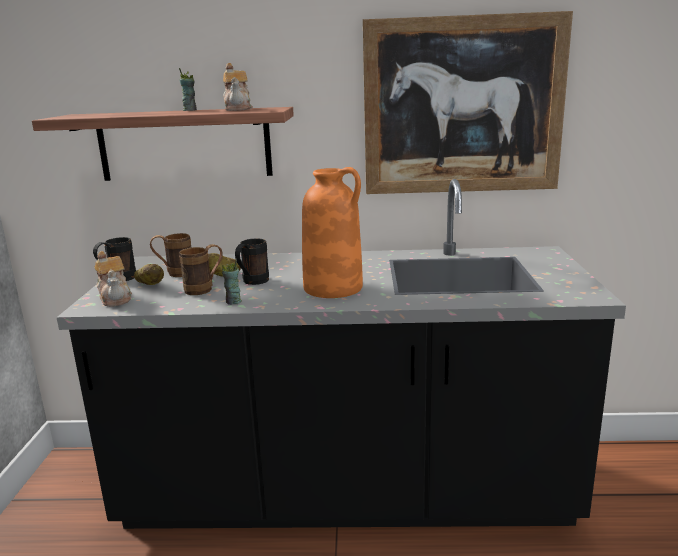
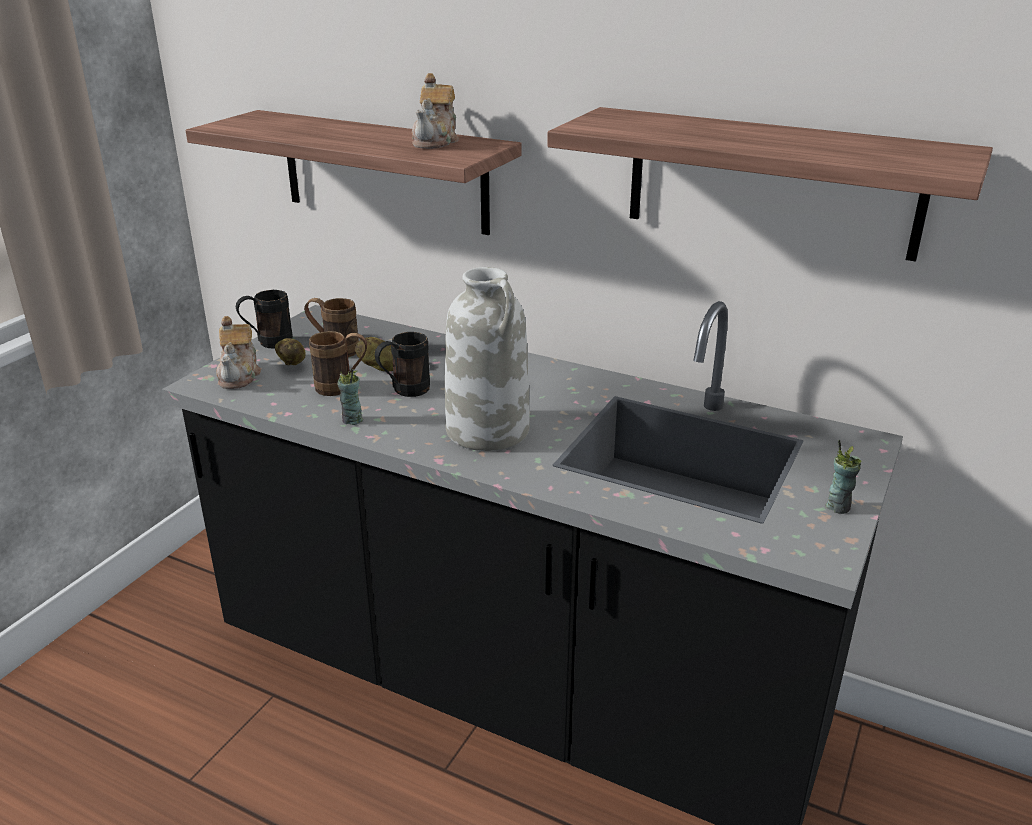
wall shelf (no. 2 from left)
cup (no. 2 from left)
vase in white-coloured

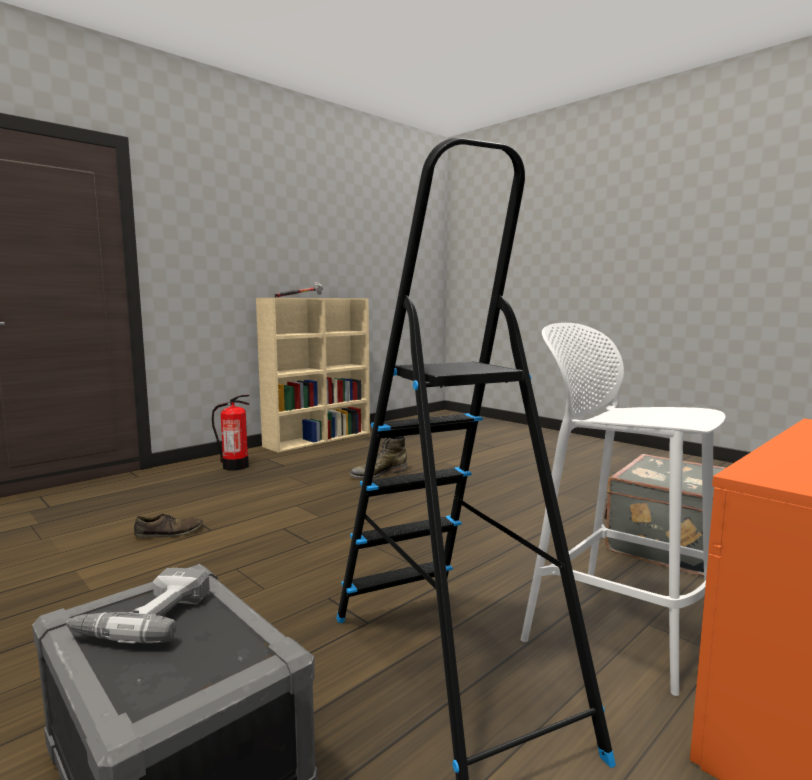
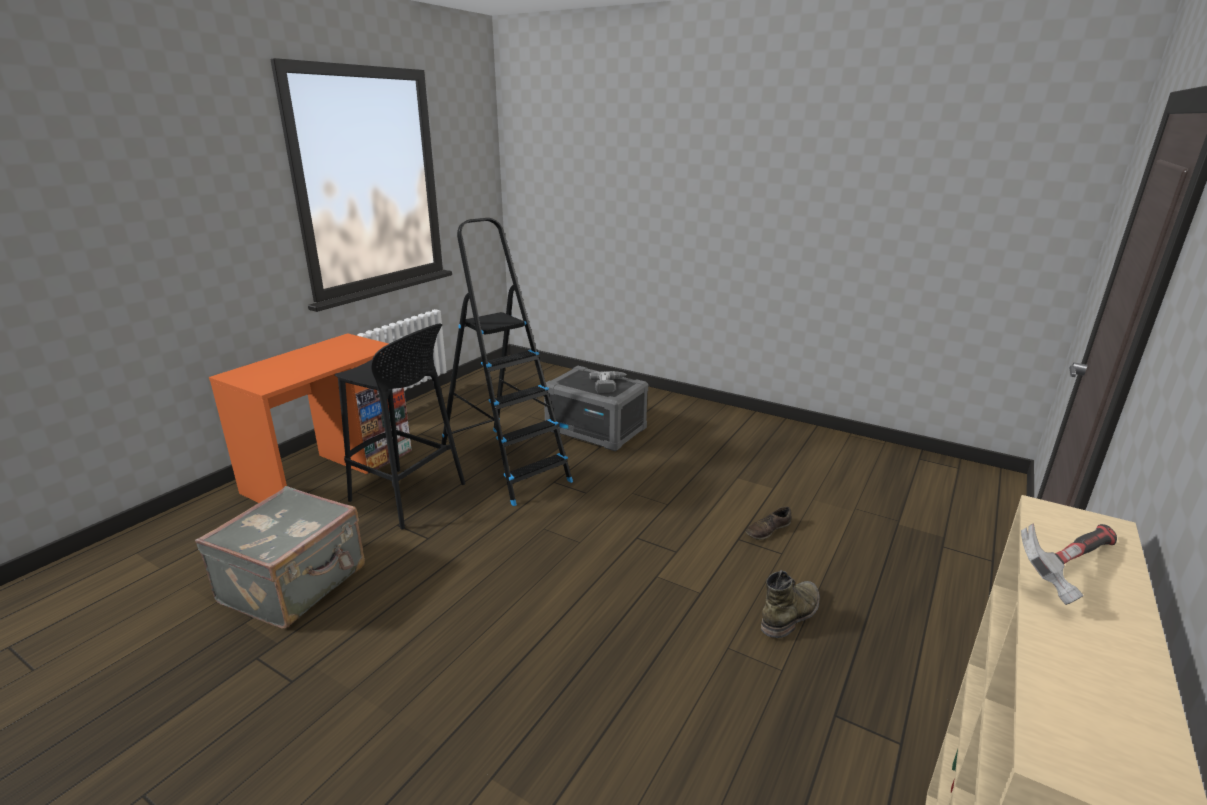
stool in black-coloured
fire-fighting cylinder
high-top boot in green-coloured

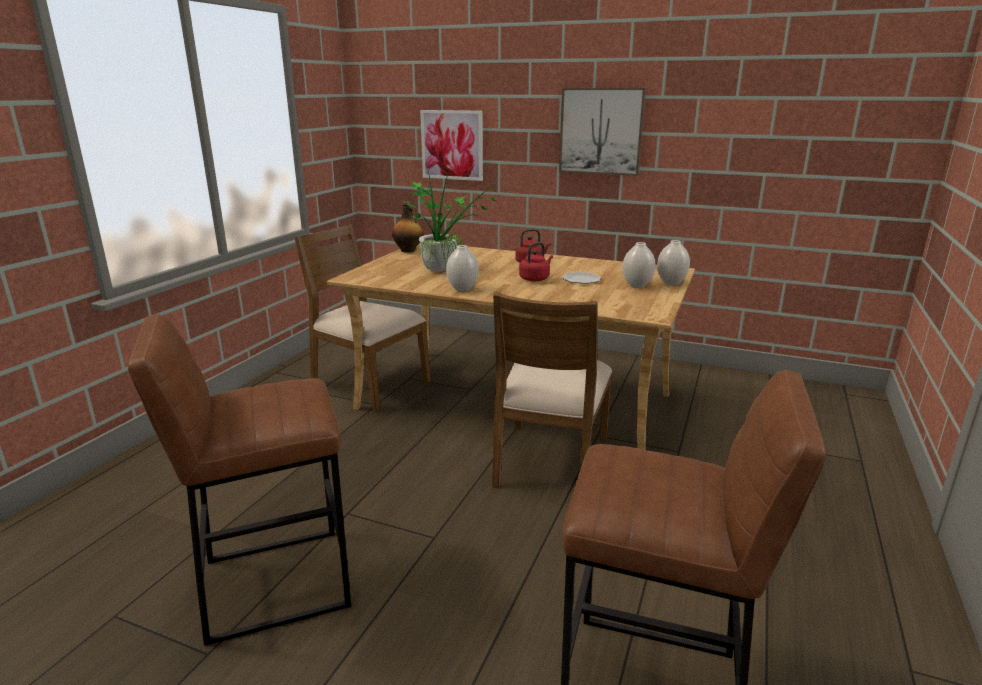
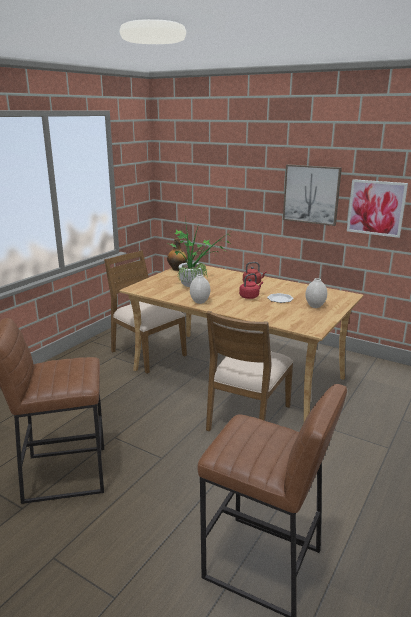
wall art (no. 2 from left)
vase in white-coloured (no. 3 from left in the first image)

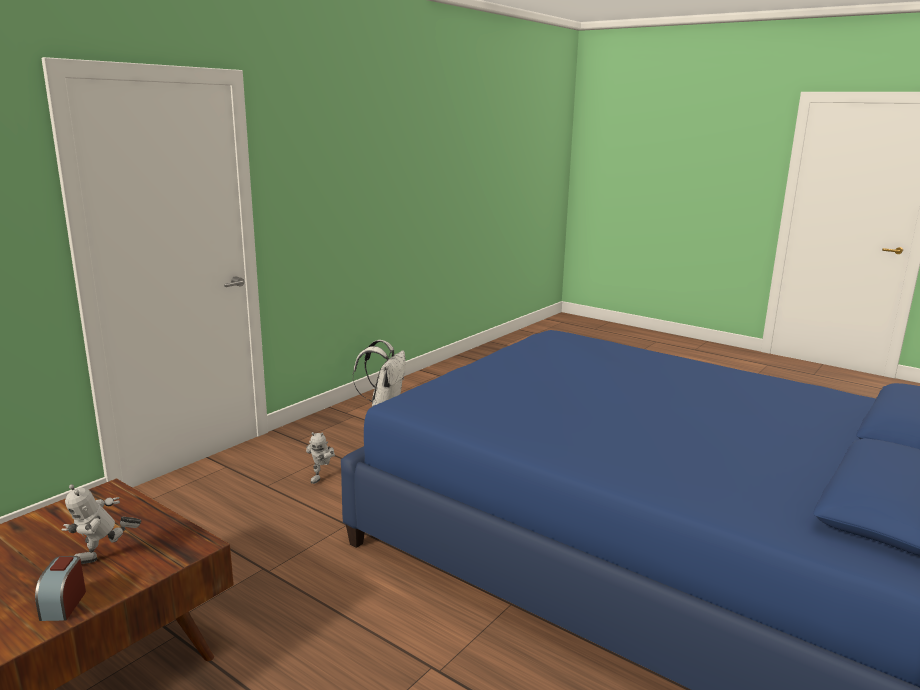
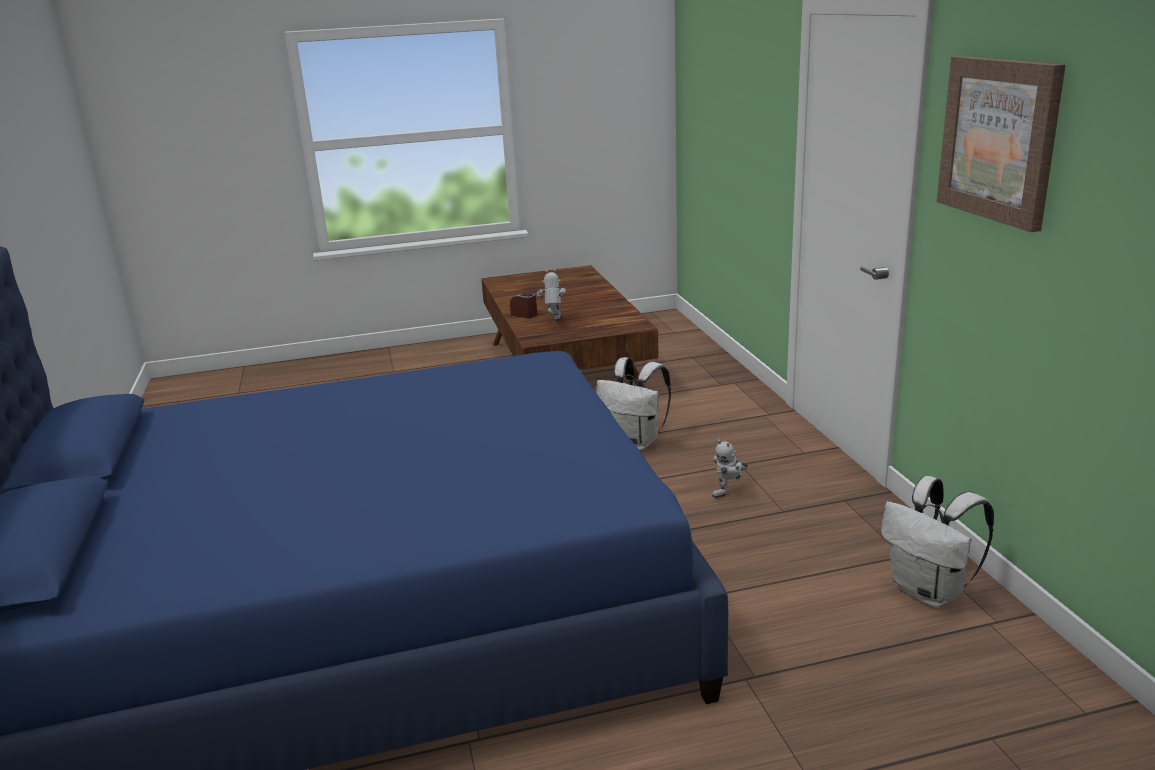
model robot (no. 2 from left)
wall art
rucksack in white-coloured (no. 1 from left)

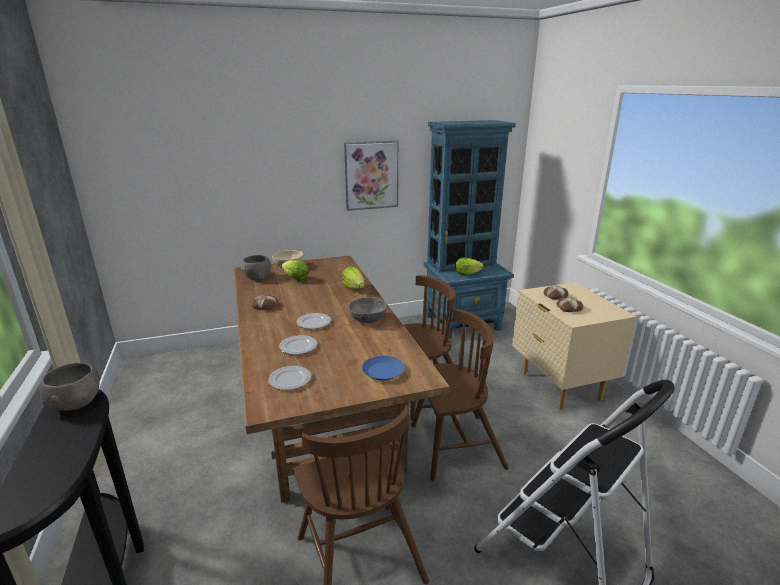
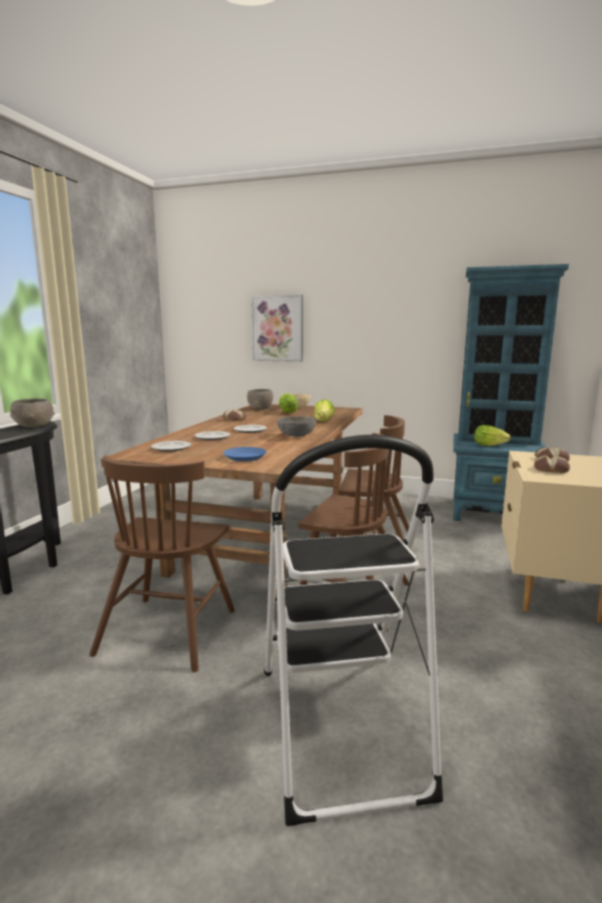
wall art

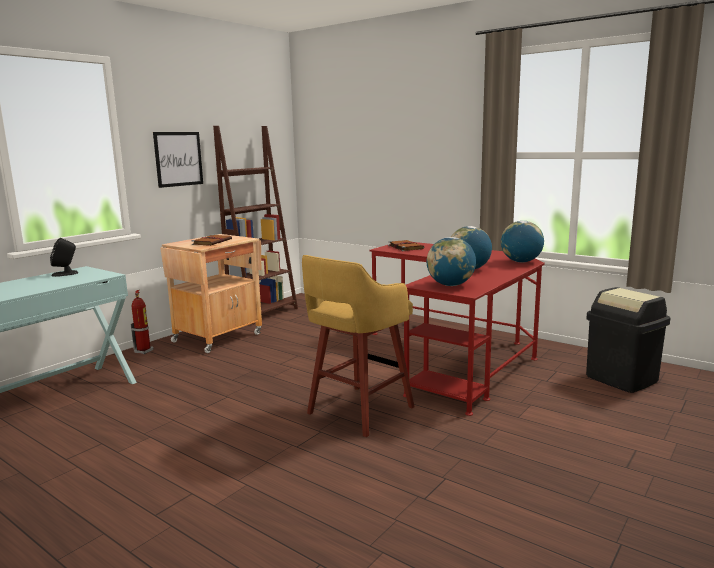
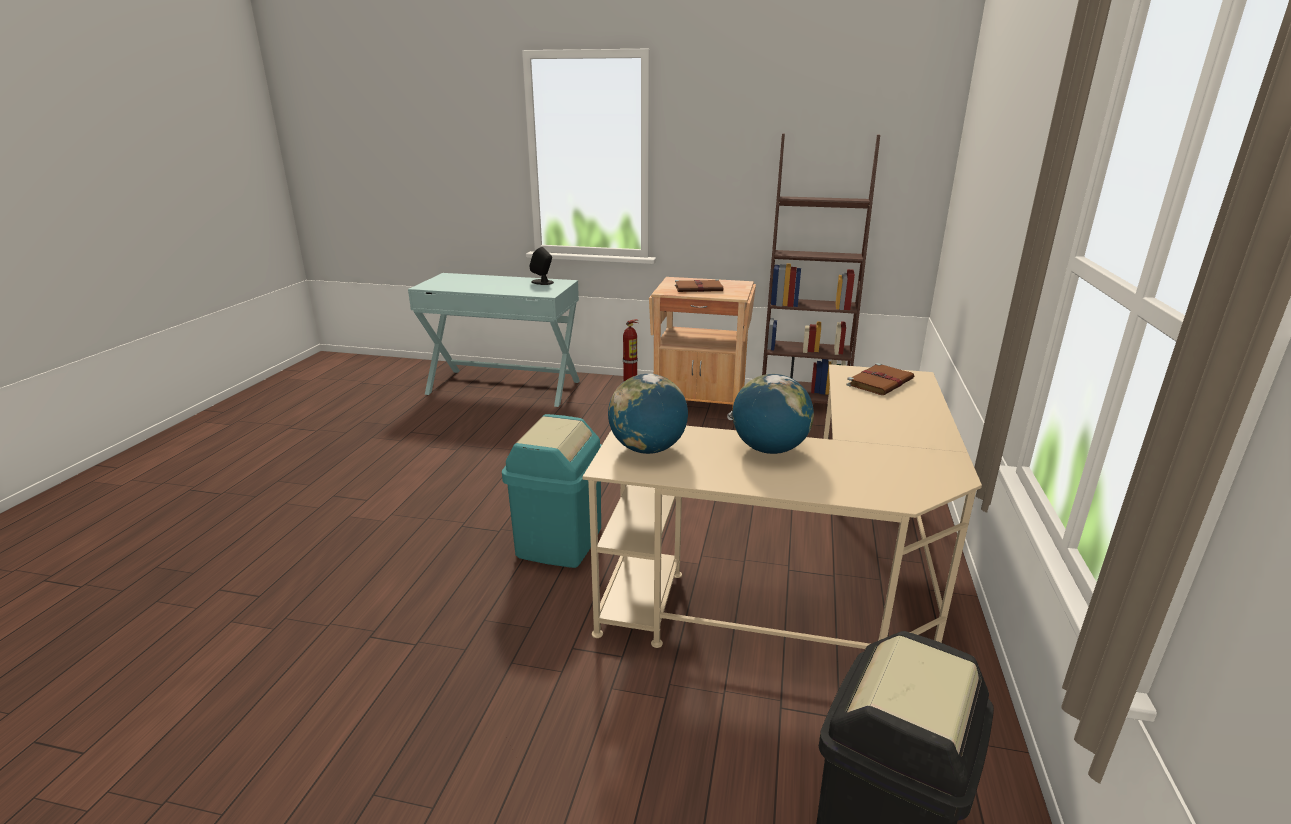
wall art
globe (no. 3 from left in the first image)
desk table in beige-coloured
trash can in blue-green

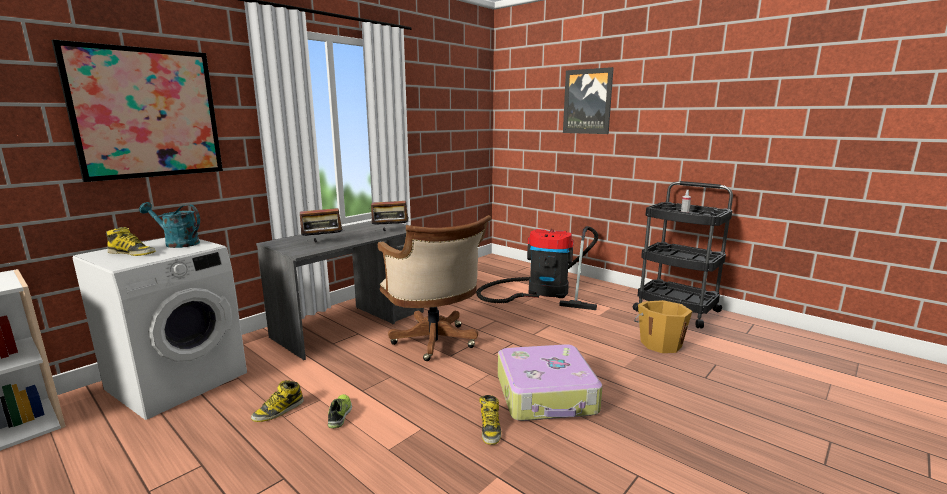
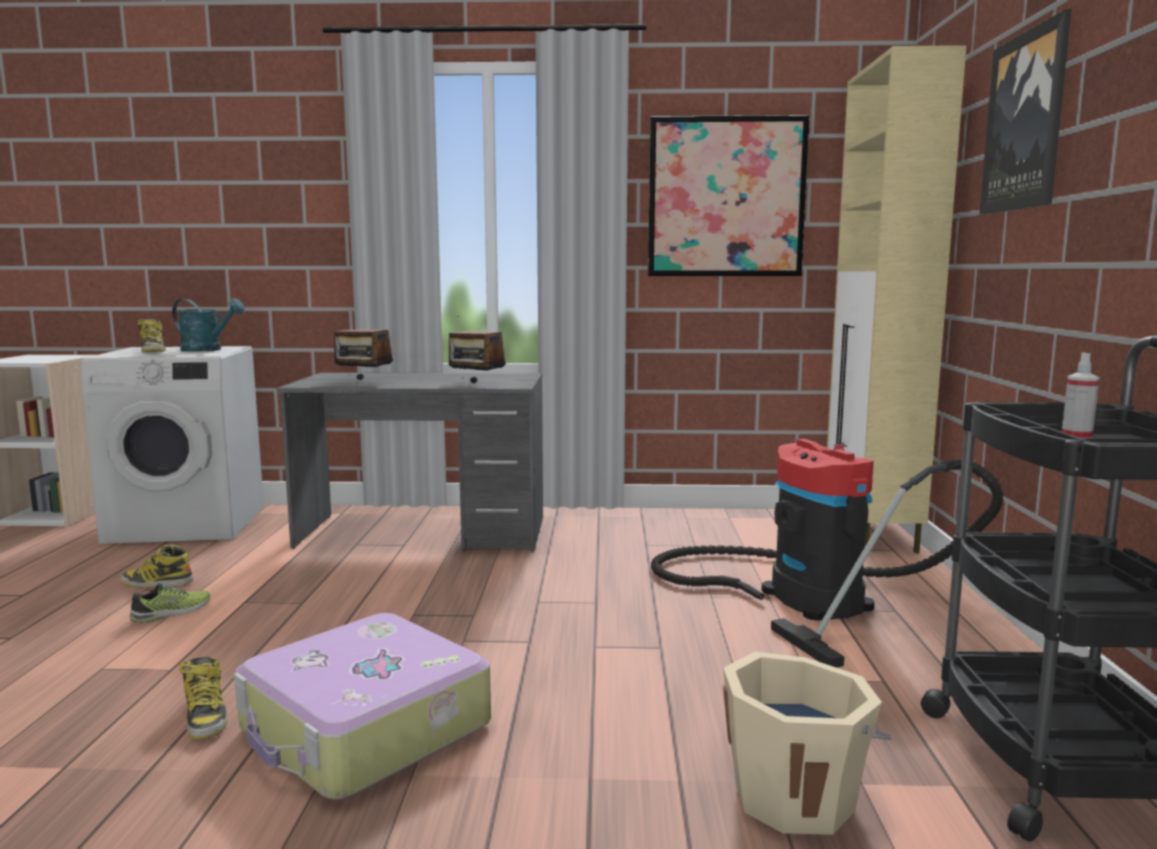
wall art (no. 1 from left)
watering can in blue-green
desk chair
bucket in beige-coloured
high-top boot (no. 3 from left)
storage cabinet in beige-coloured

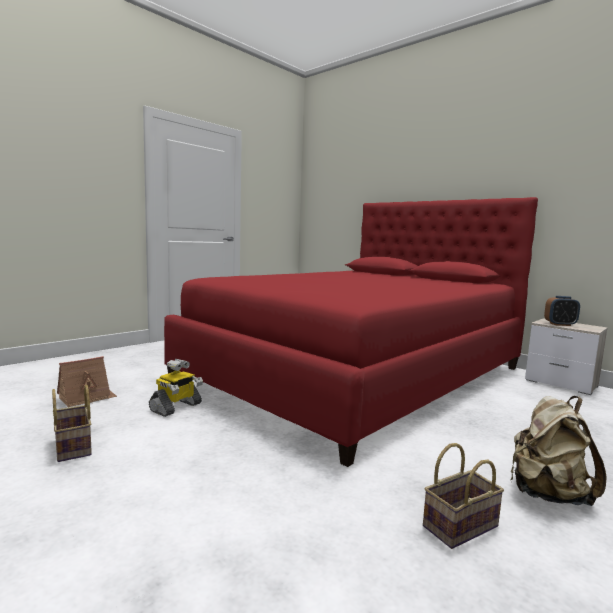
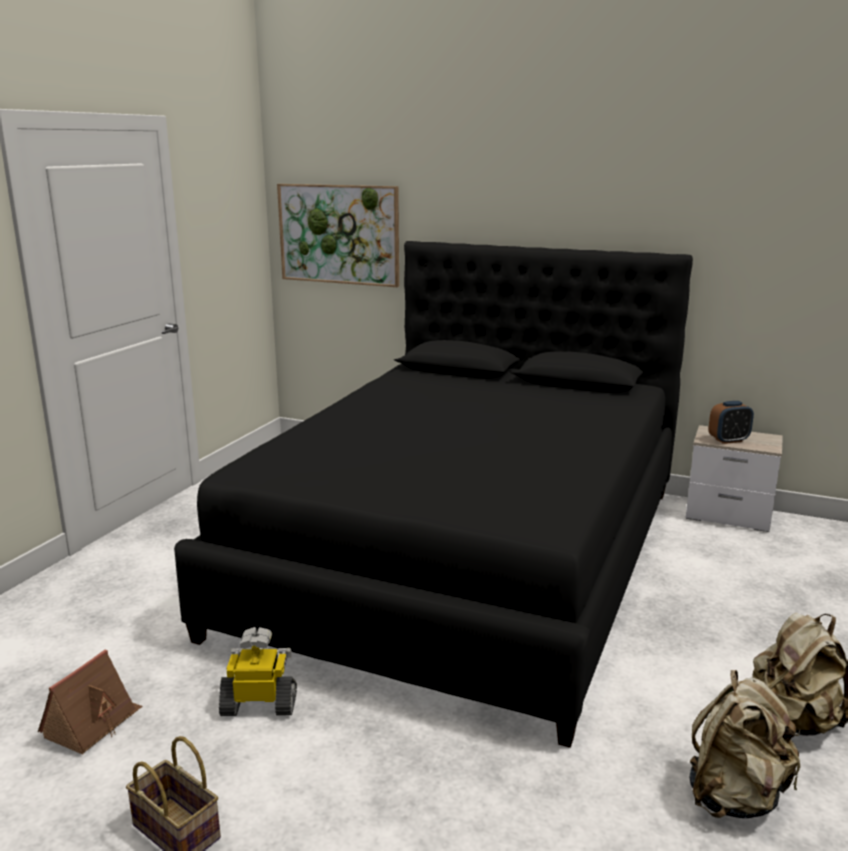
bedroom bed in black-coloured
model robot
rucksack in beige-coloured (no. 1 from left)
wall art

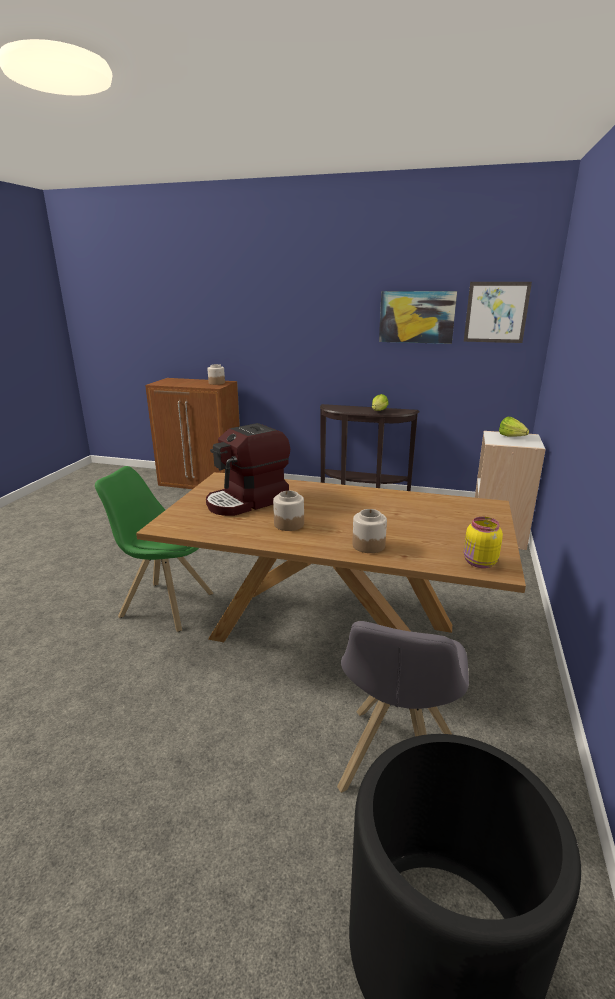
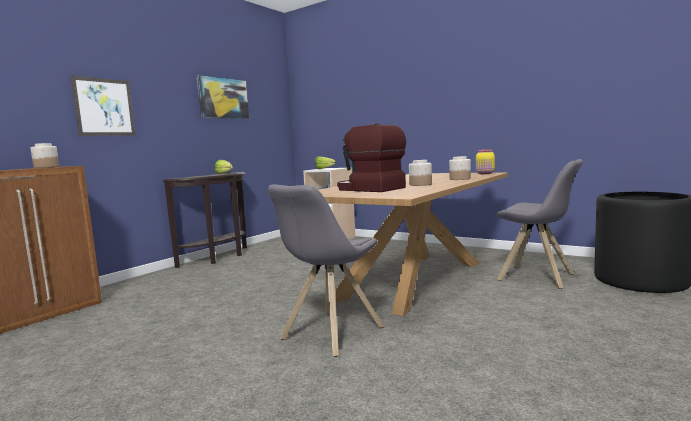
wall art (no. 1 from left)
coffee machine
chair in greyish (no. 1 from left)

